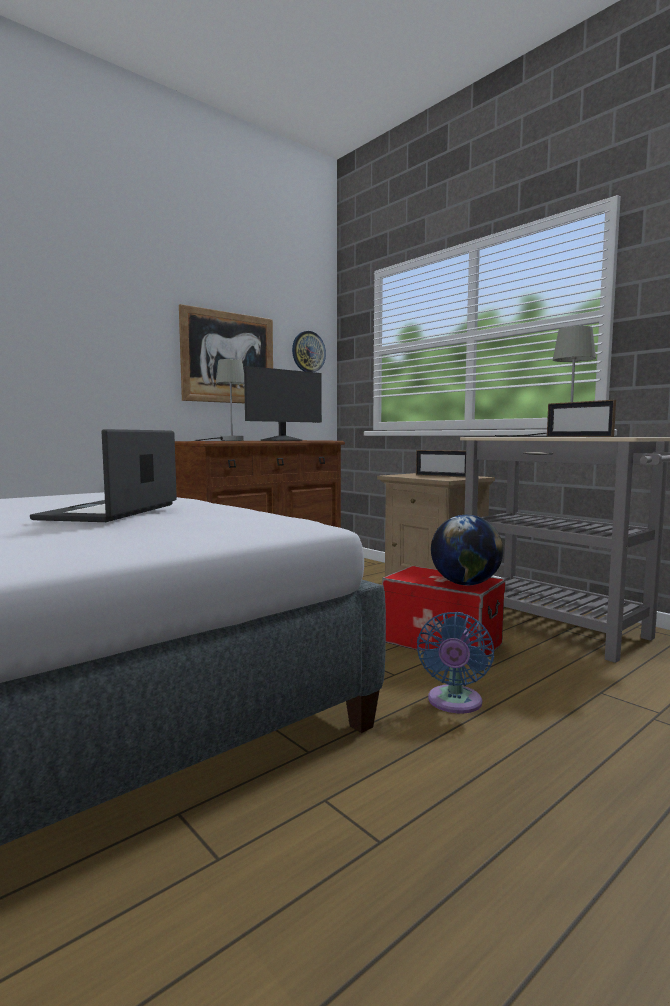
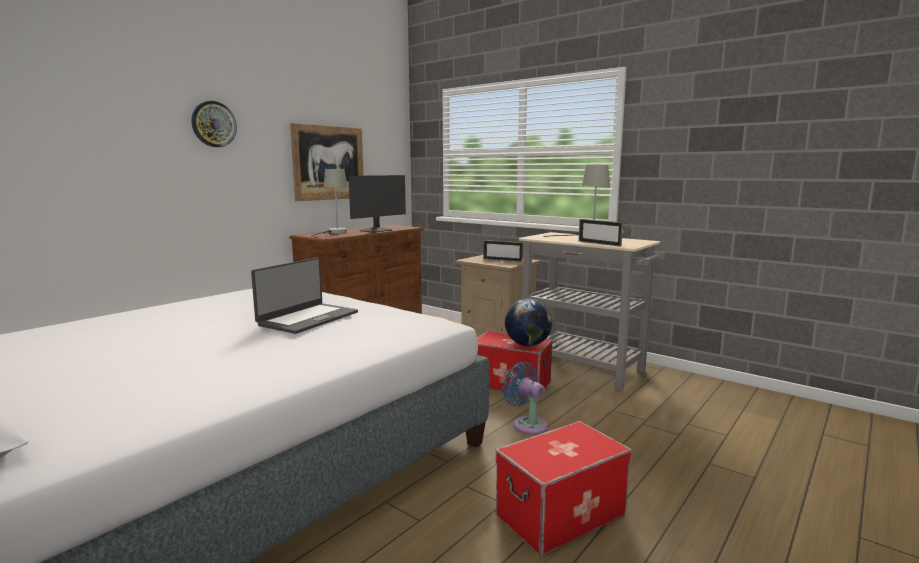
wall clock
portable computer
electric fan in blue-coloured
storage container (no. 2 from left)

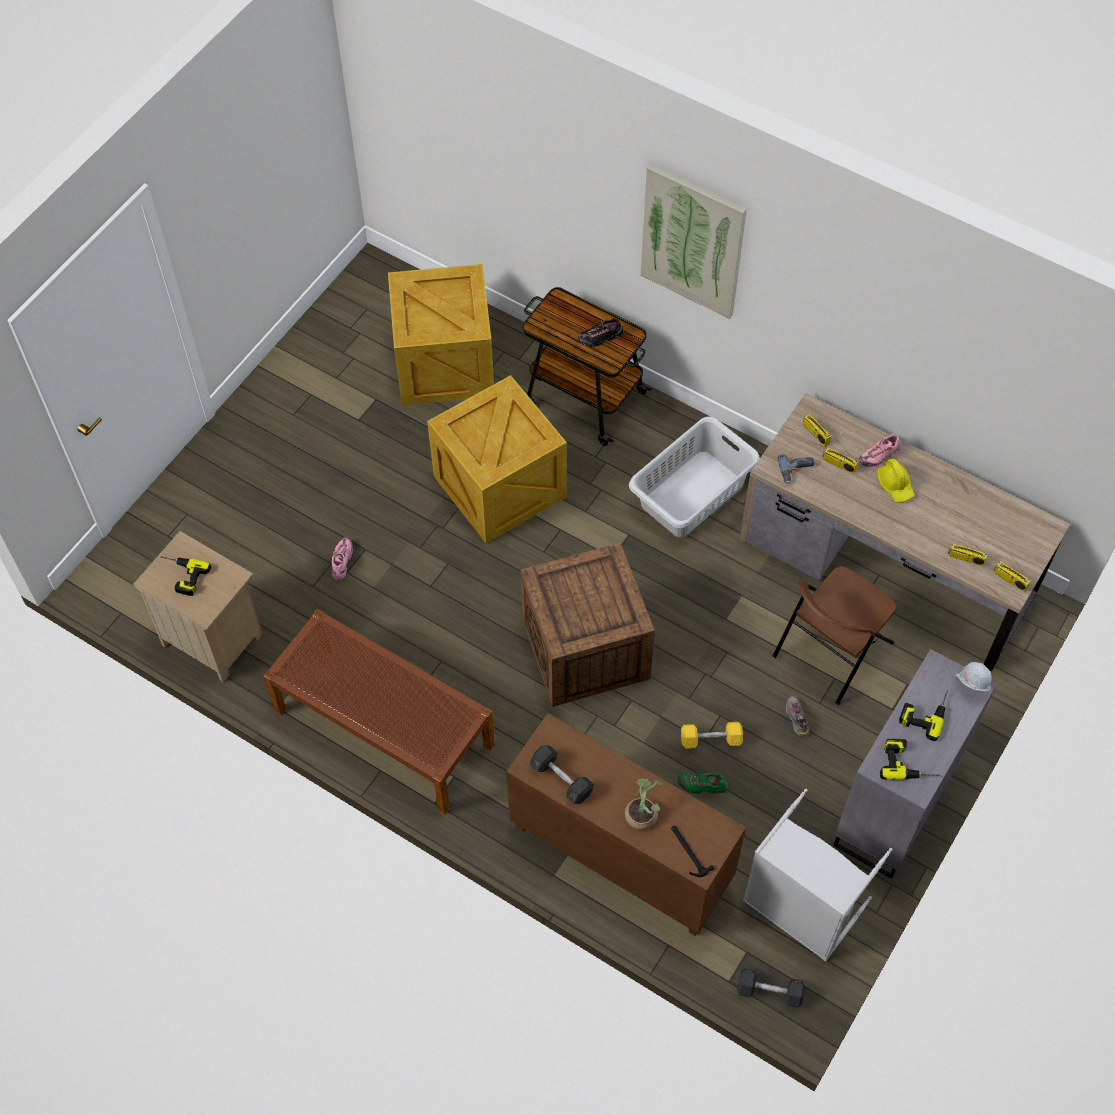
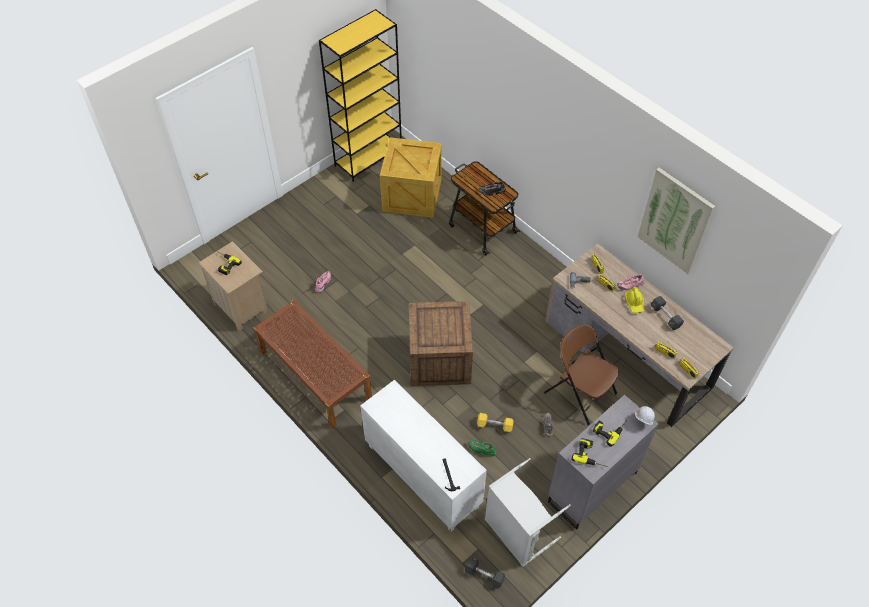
wall art
packing crate (no. 2 from left in the first image)
laundry basket in greyish (no. 1 from left in the first image)
chair in brown
storage cabinet in white-coloured
hand weight in greyish (no. 2 from left)
potted plant
shelving unit in yellow-coloured

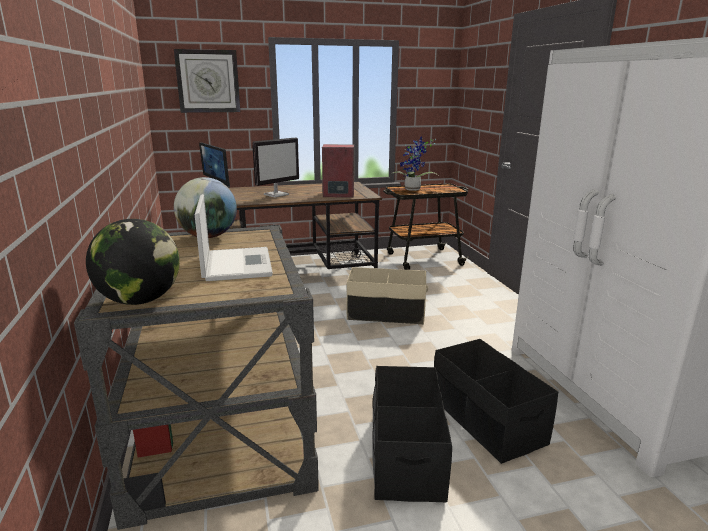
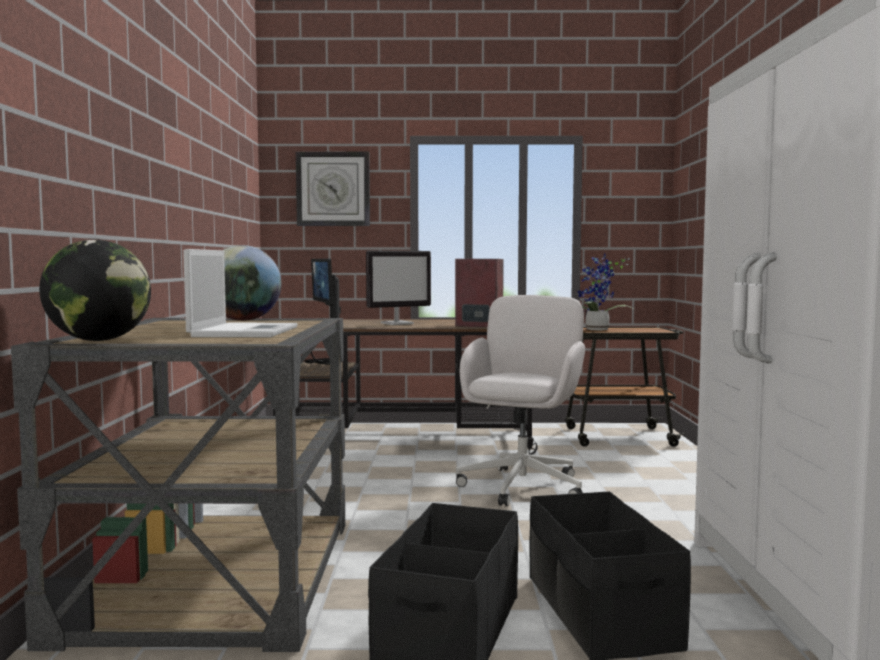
desk chair in white-coloured

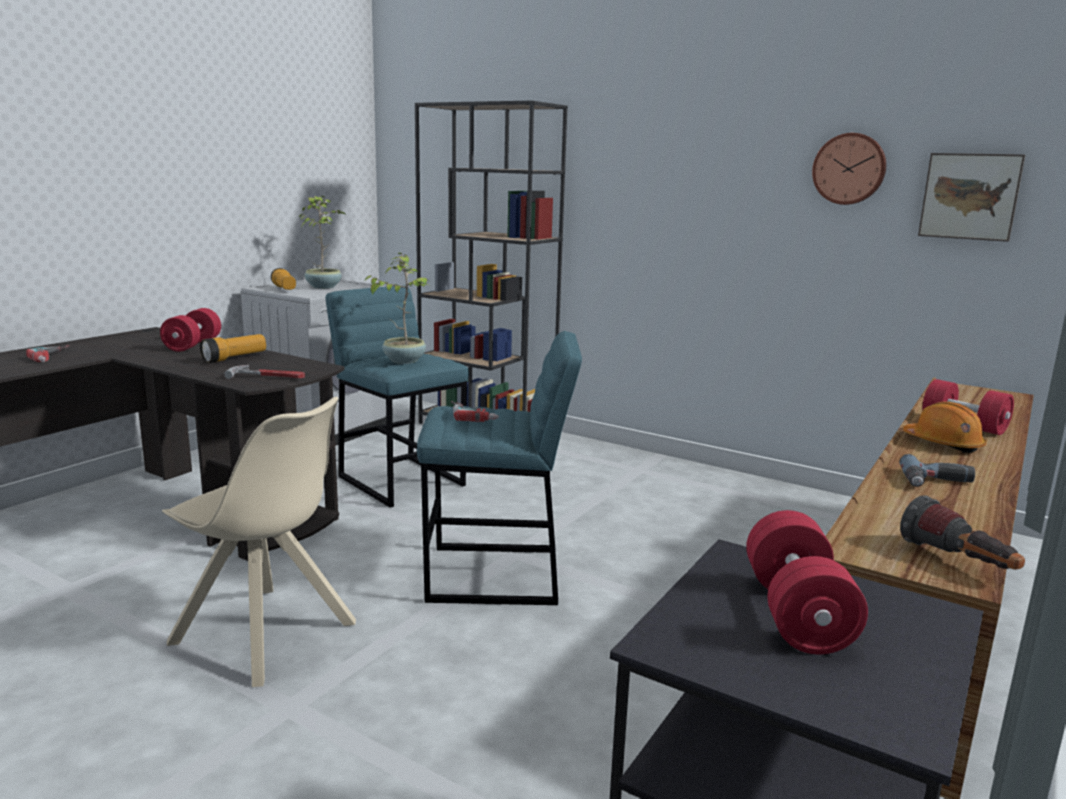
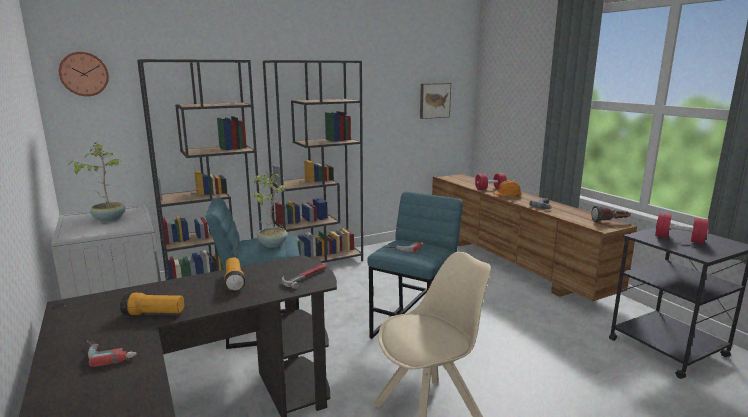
wall clock
torch (no. 1 from left)
hand weight in red (no. 1 from left in the first image)
shelving unit (no. 2 from left)

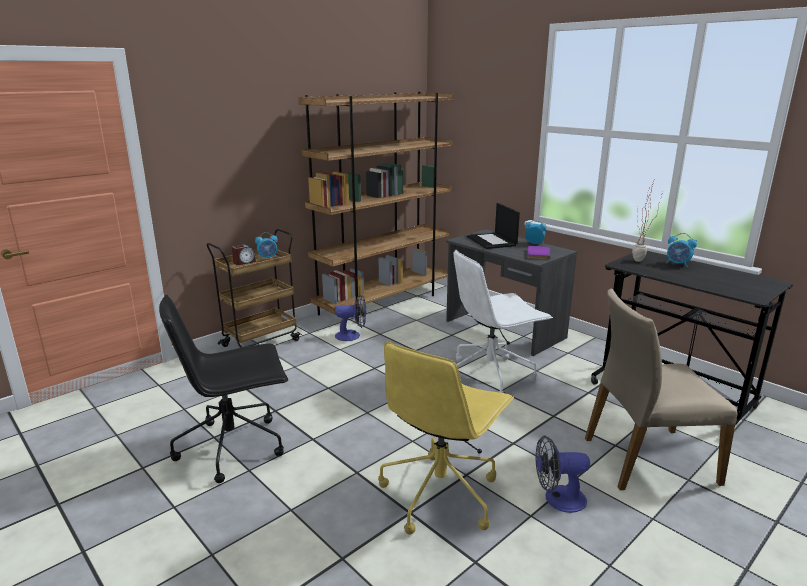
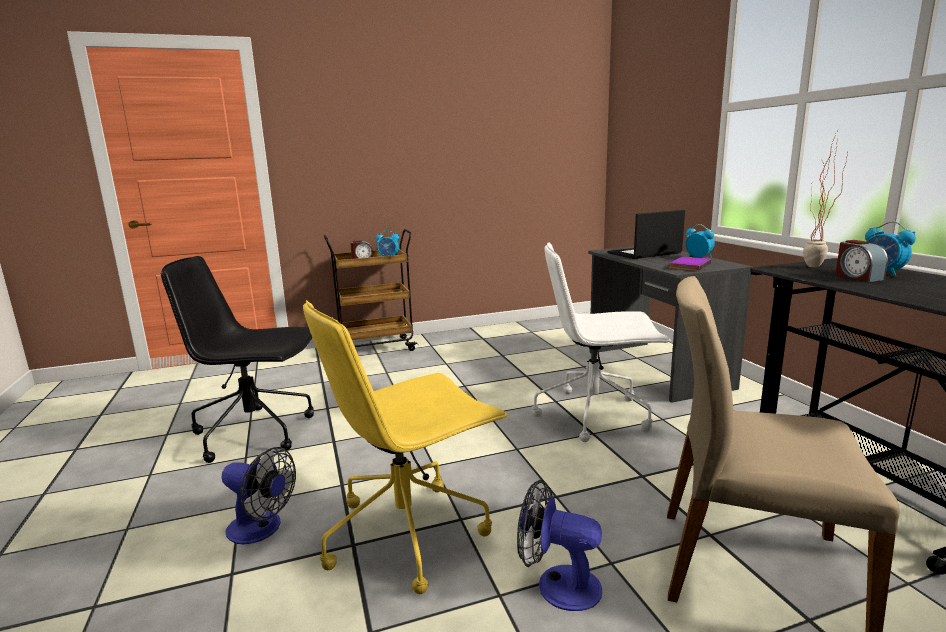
shelving unit in brown
portable computer
electric fan (no. 1 from left)
bedside clock (no. 4 from left)

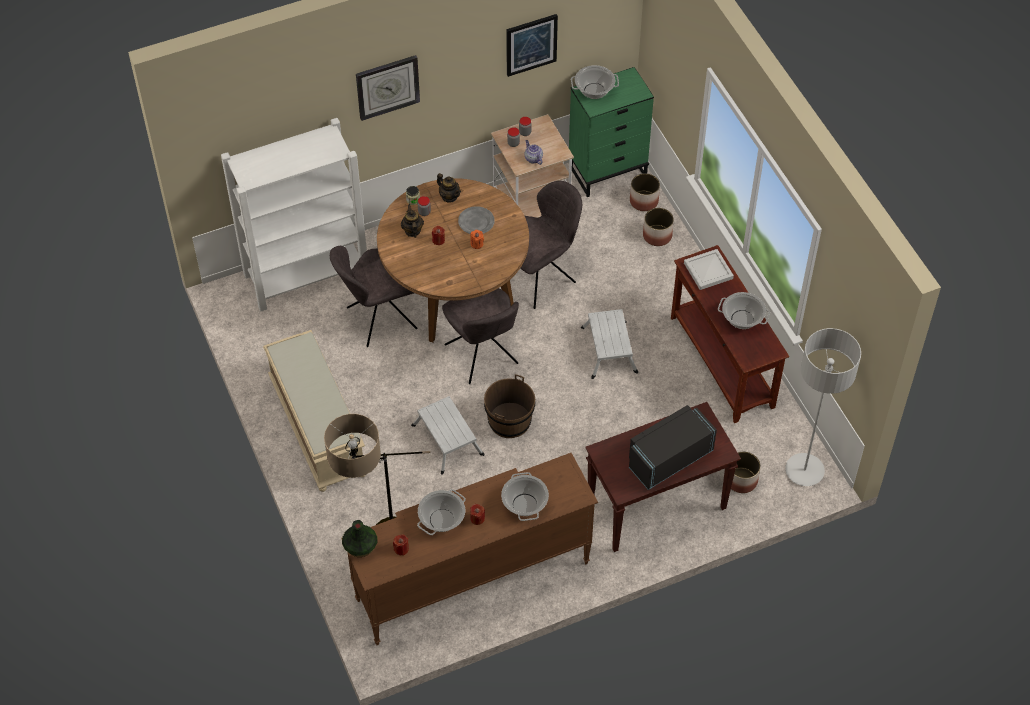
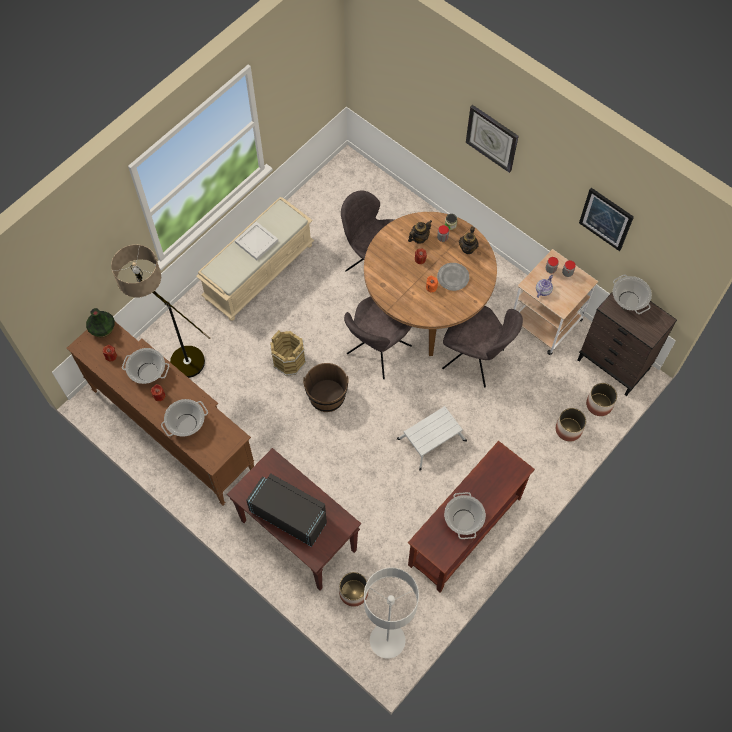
dresser in brown
shelving unit in white-coloured
tray in white-coloured
bucket in brown (no. 1 from left)

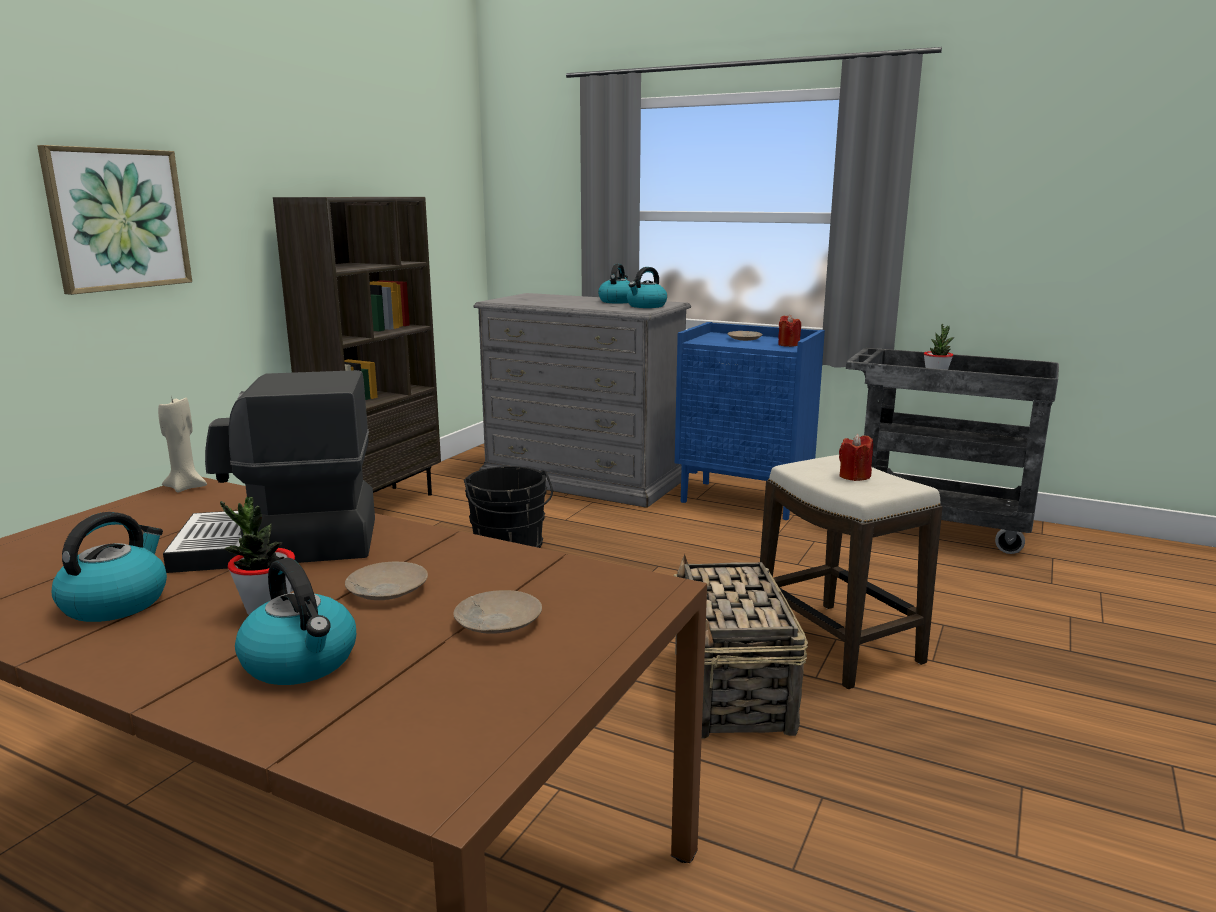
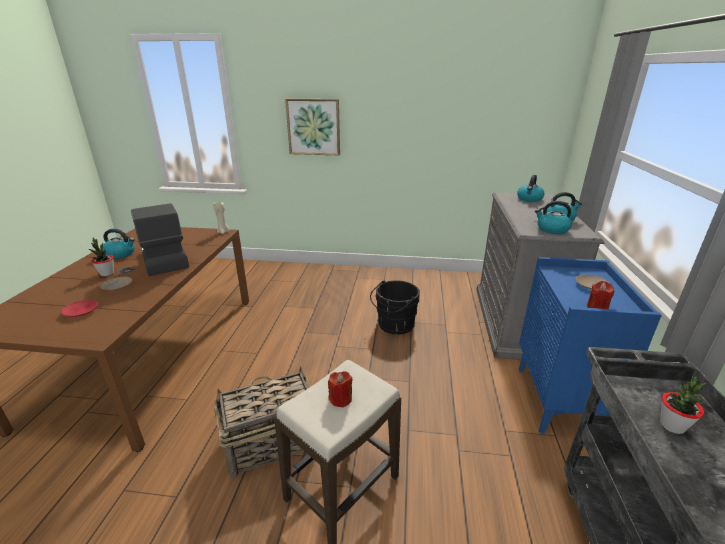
shelving unit in brown
tea kettle (no. 2 from left)
dinner plate in red

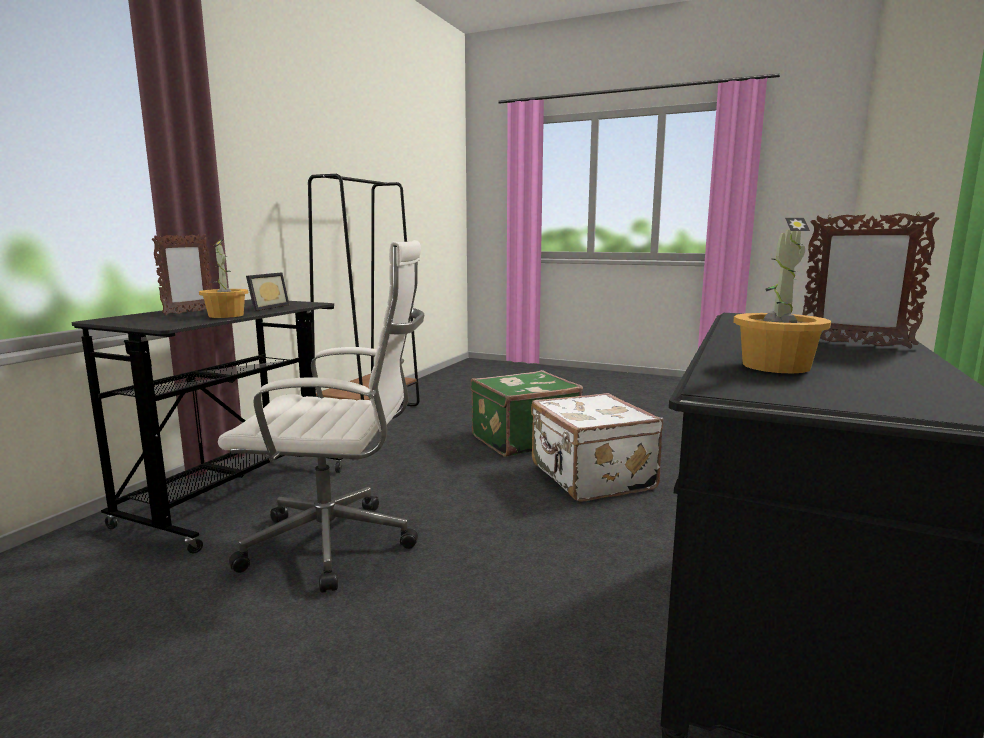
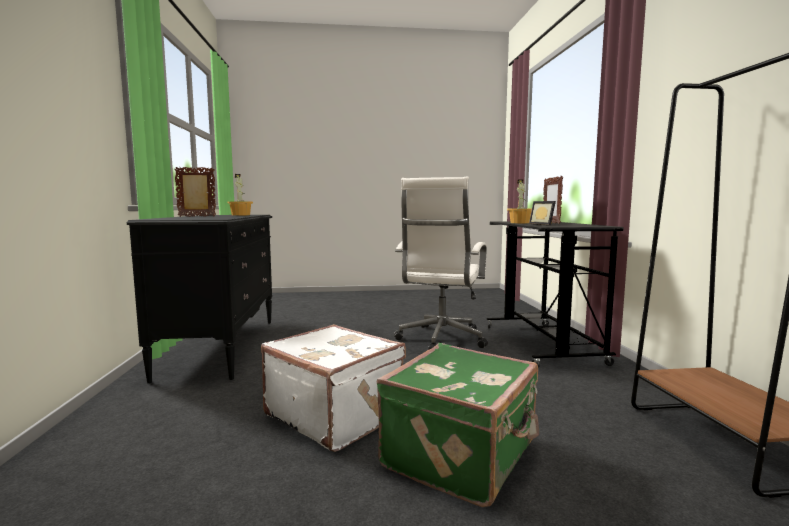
desk chair in white-coloured

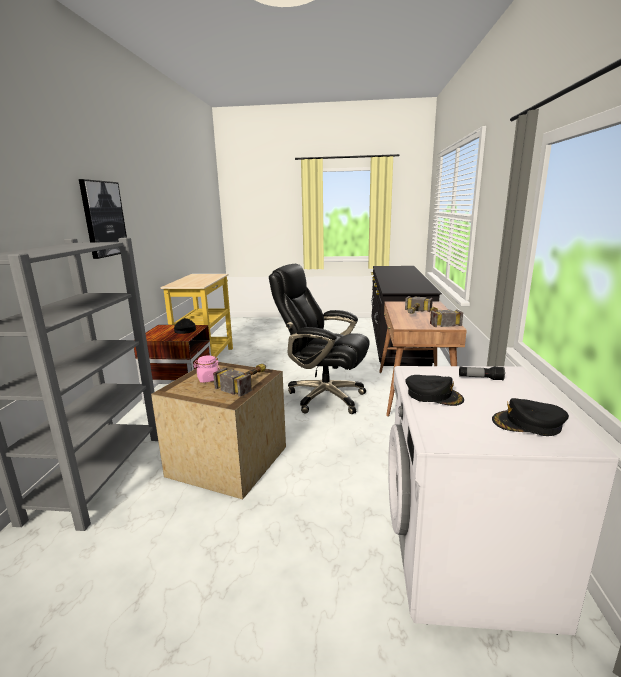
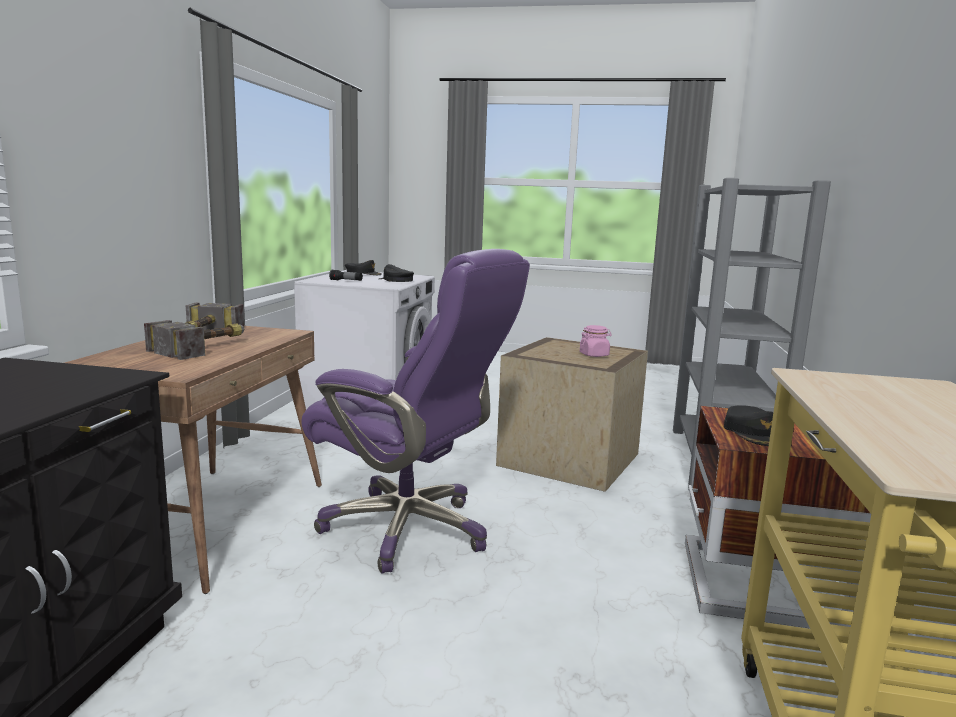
wall art
desk chair in purple-coloured
hand hammer (no. 1 from left in the first image)

